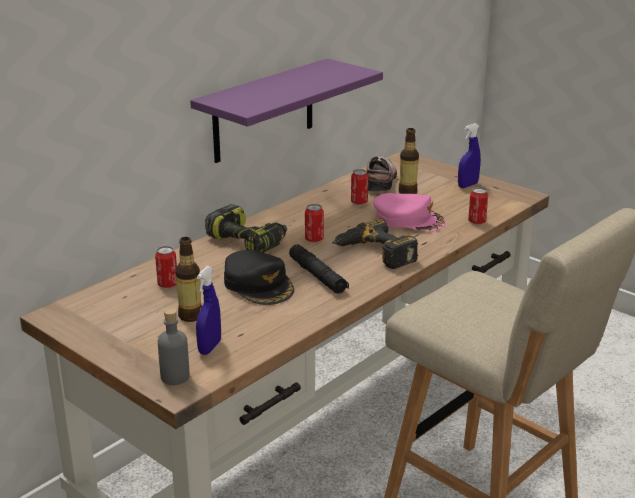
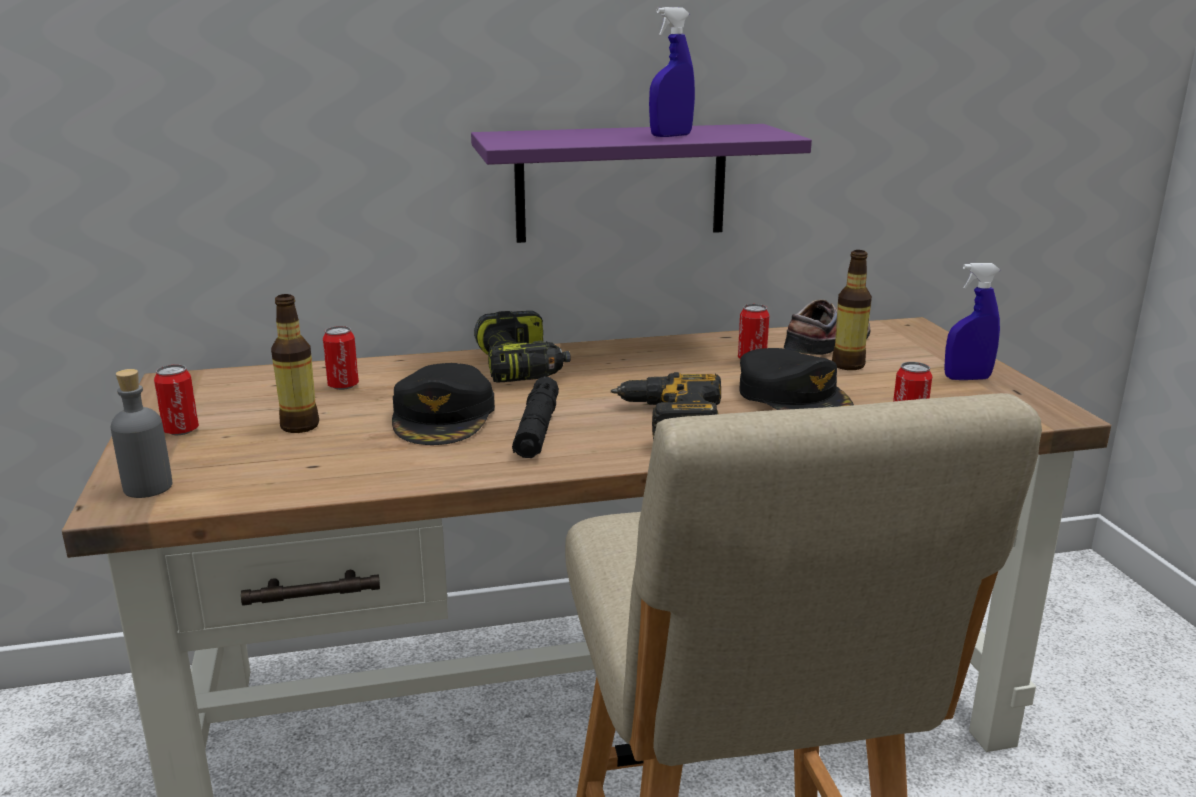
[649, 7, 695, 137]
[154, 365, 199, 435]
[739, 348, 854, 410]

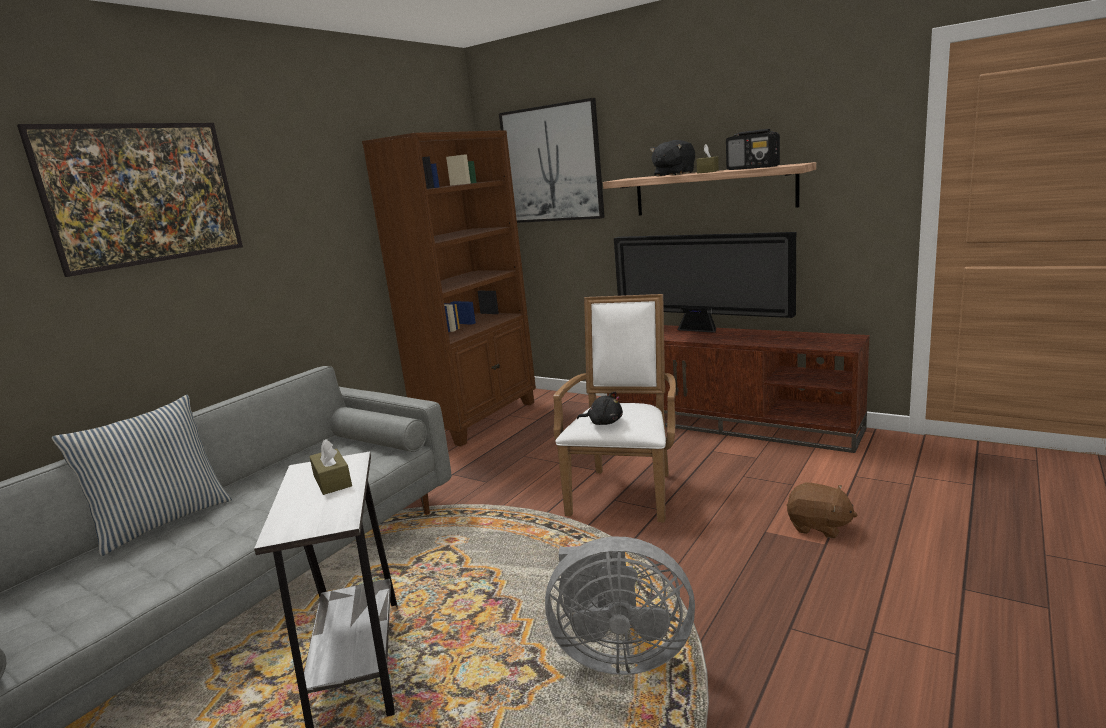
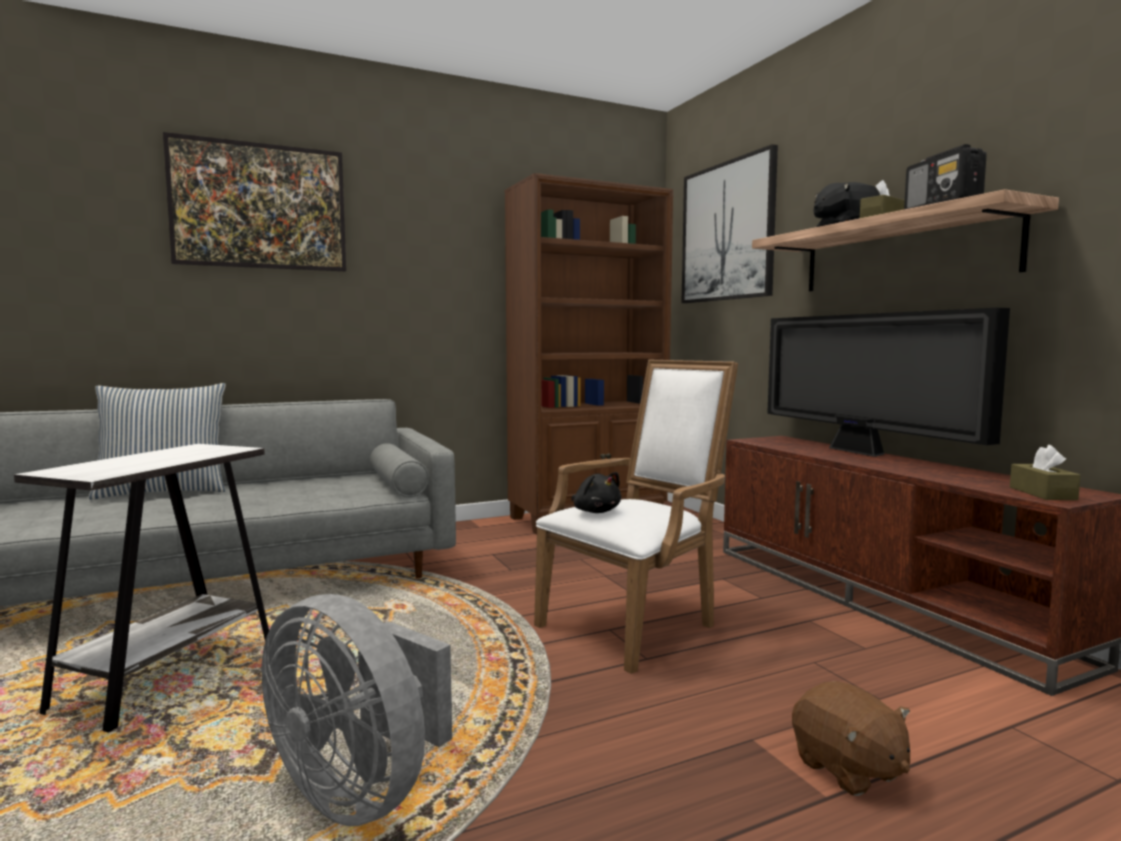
[1010, 445, 1081, 500]

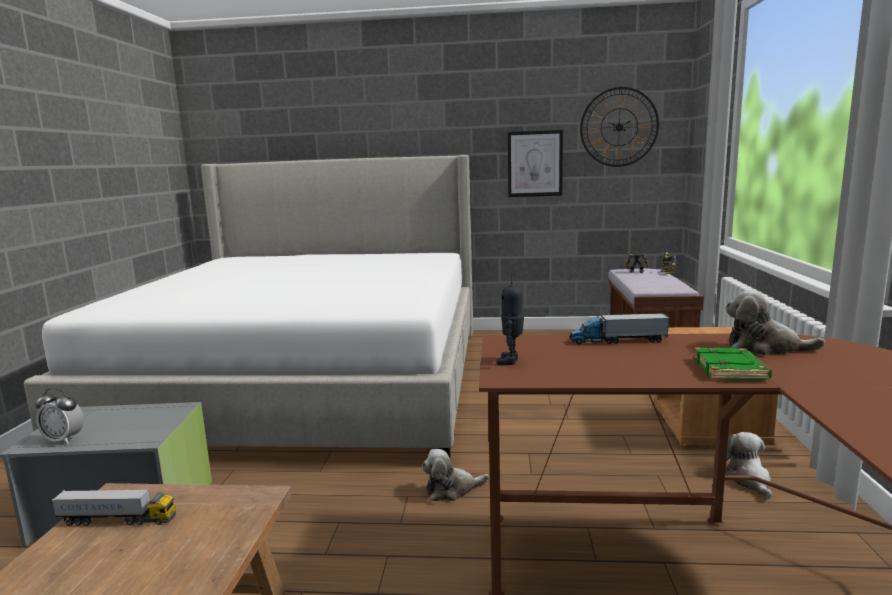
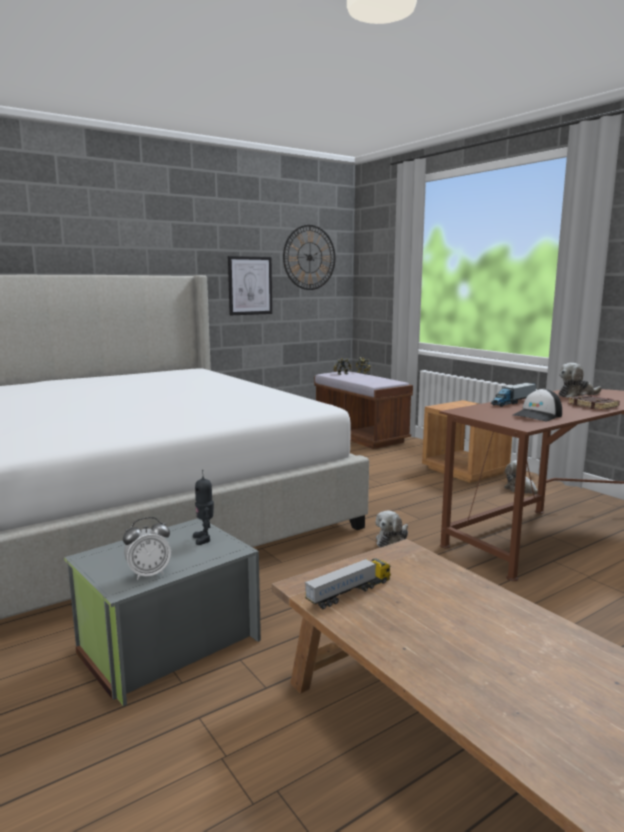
[513, 389, 562, 421]
[193, 470, 214, 545]
[568, 395, 620, 410]

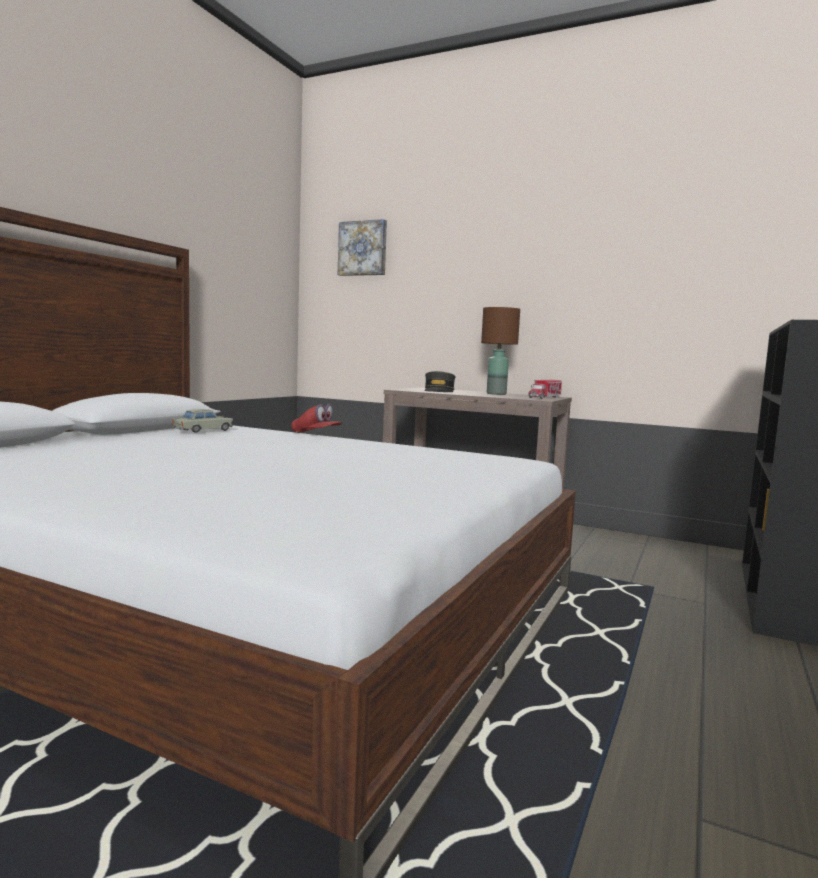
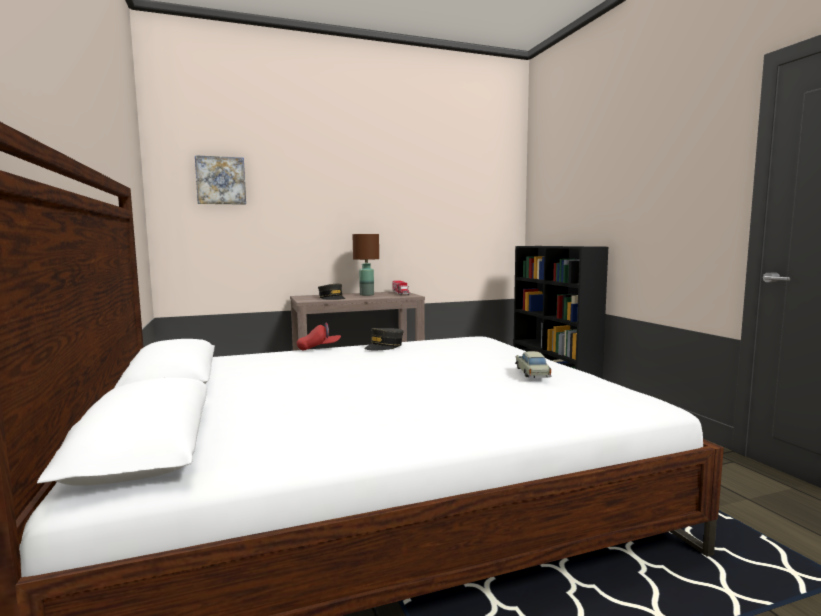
[364, 328, 404, 350]
[515, 351, 551, 378]

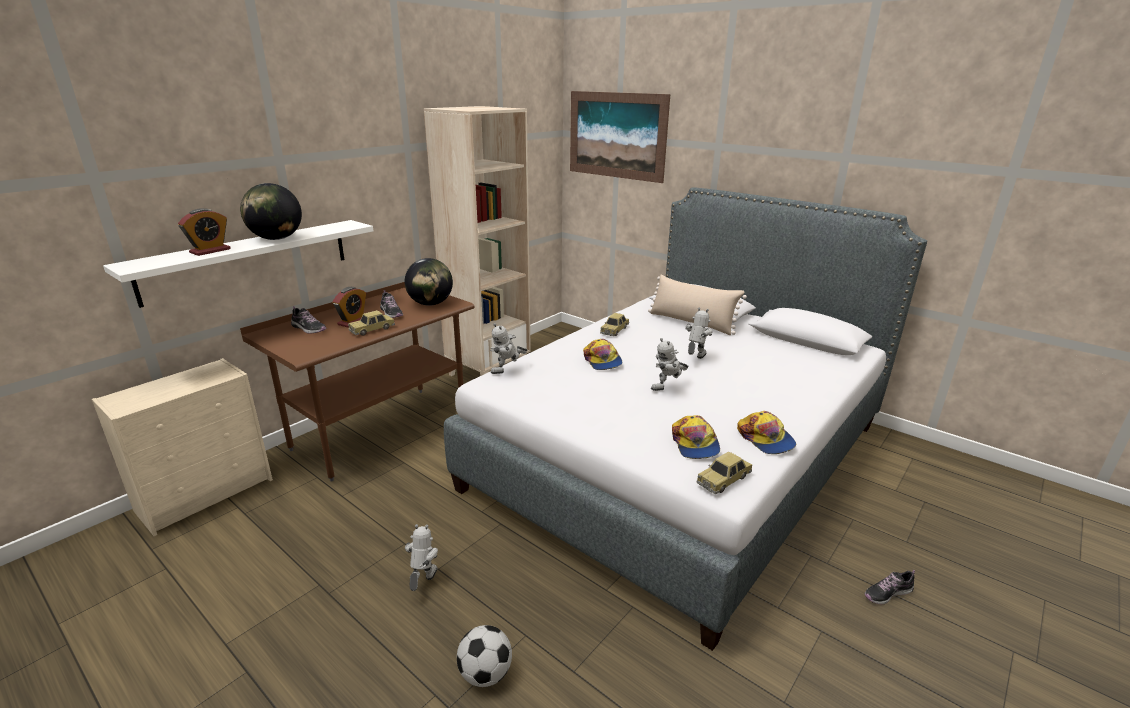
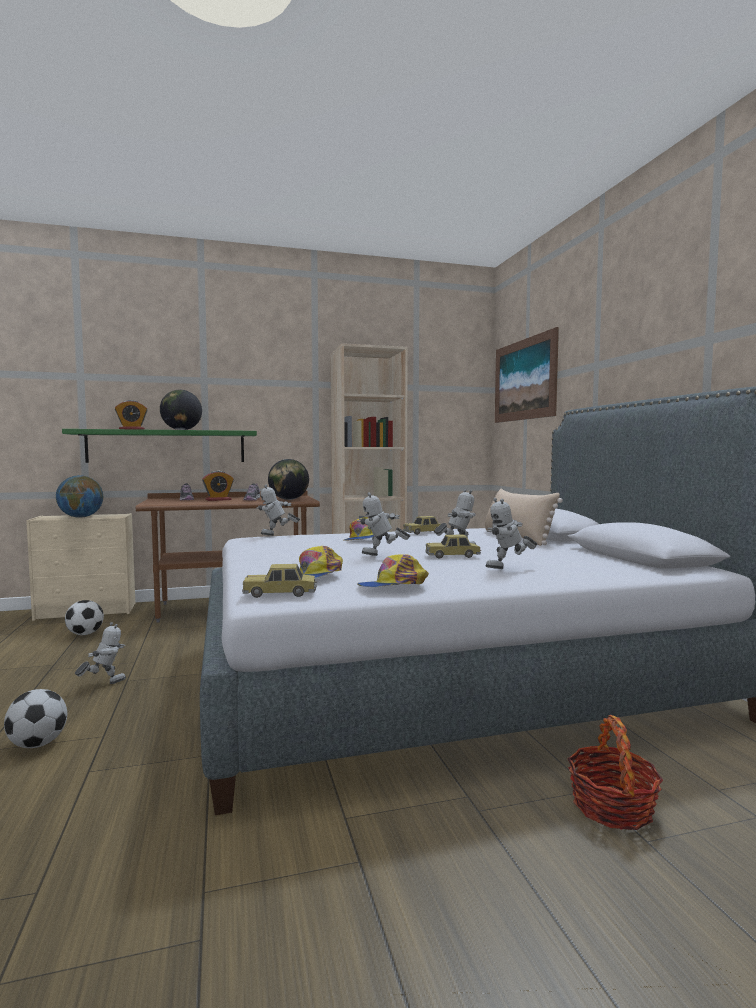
[865, 570, 915, 604] (first image)
[56, 475, 103, 518]
[65, 600, 104, 635]
[486, 498, 537, 569]
[568, 715, 663, 830]
[425, 535, 481, 558]
[62, 429, 257, 463]
[357, 554, 429, 587]

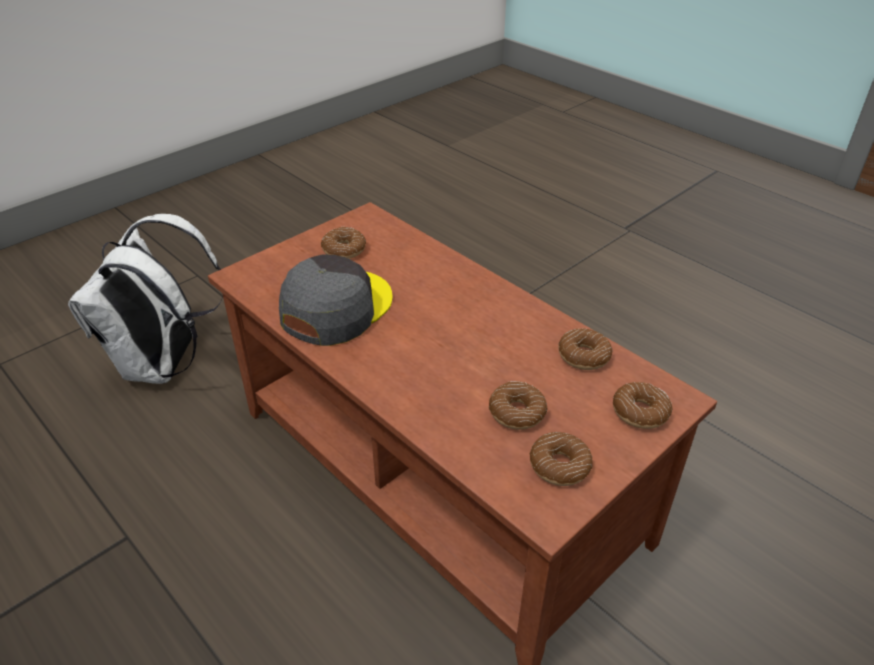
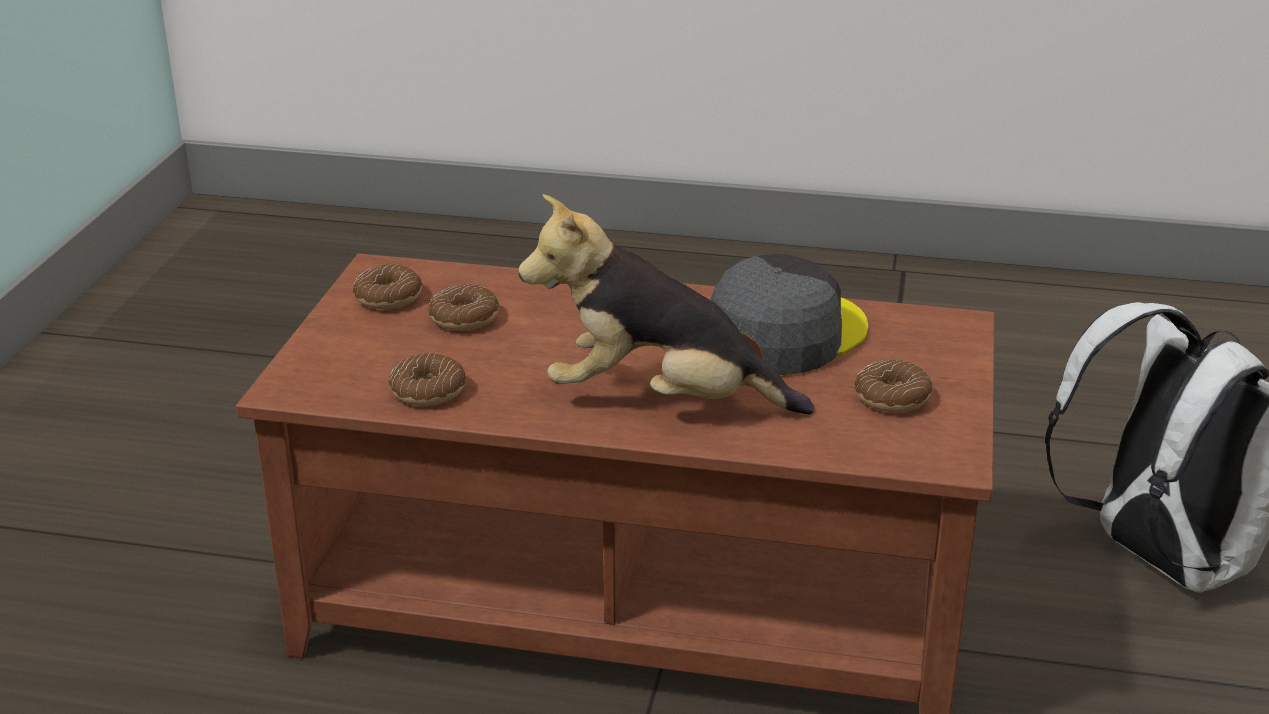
[613, 382, 672, 429] (first image)
[518, 194, 814, 414]
[710, 254, 868, 375]

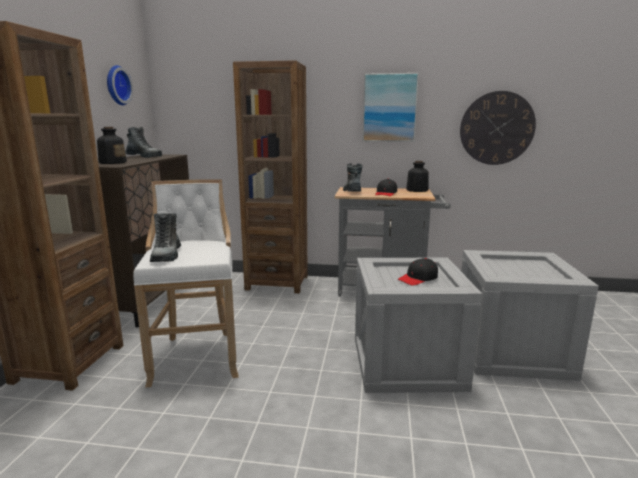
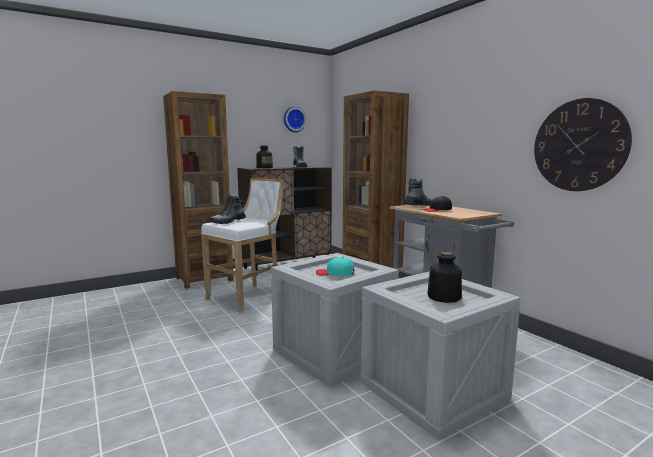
[363, 73, 419, 142] (first image)
[427, 252, 462, 303]
[316, 257, 354, 276]

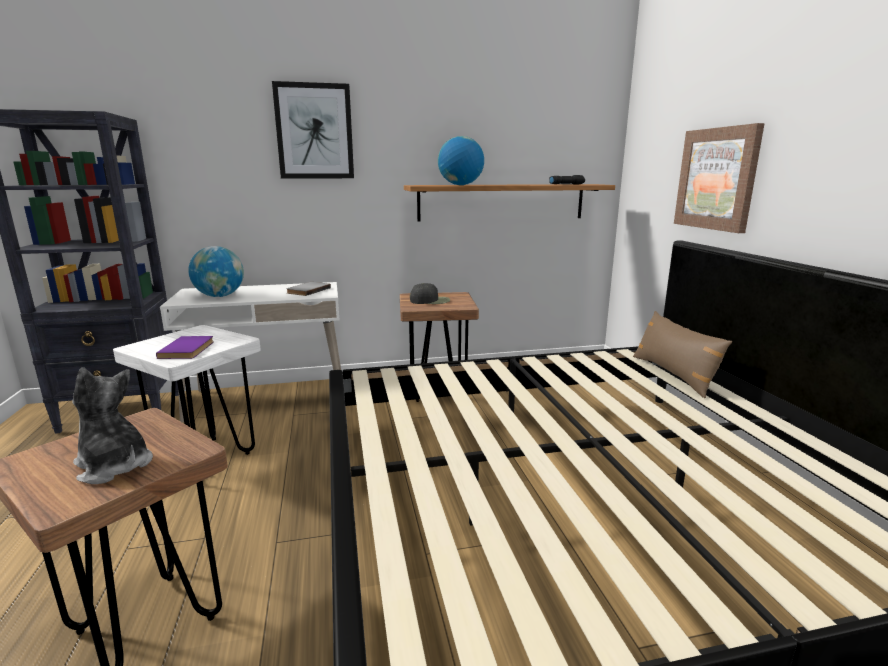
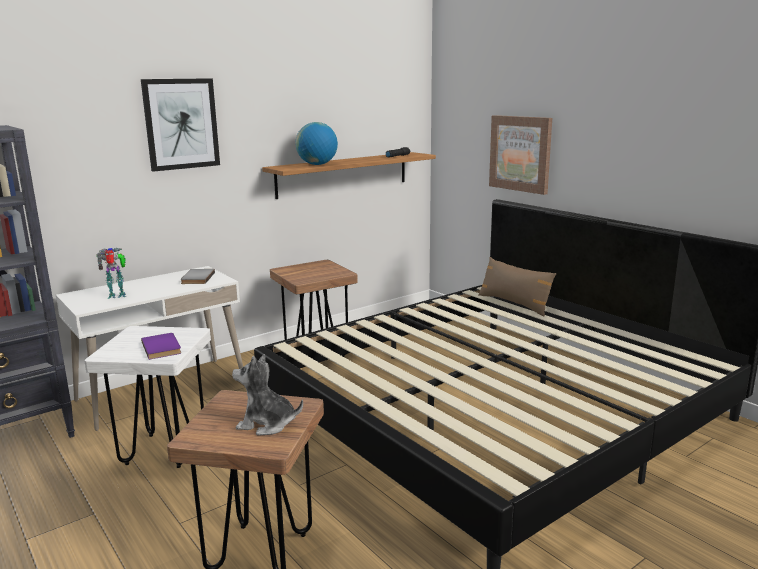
[410, 283, 450, 304] (first image)
[96, 248, 126, 299]

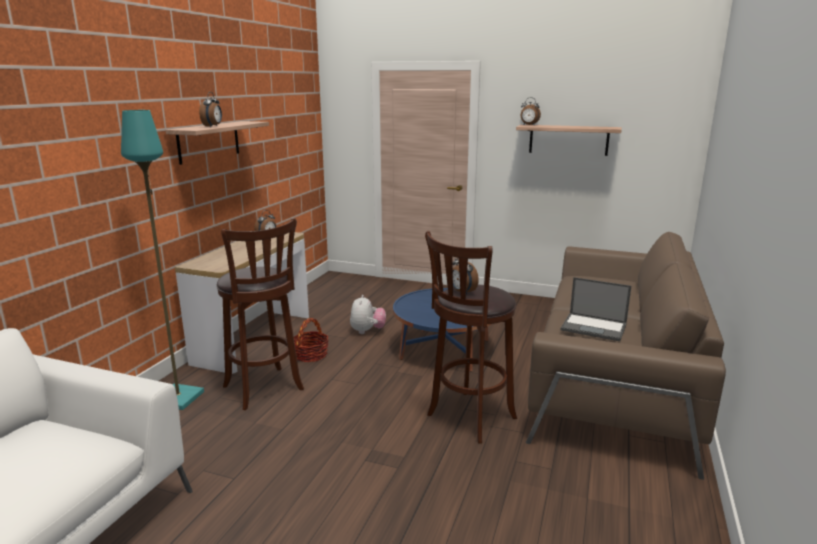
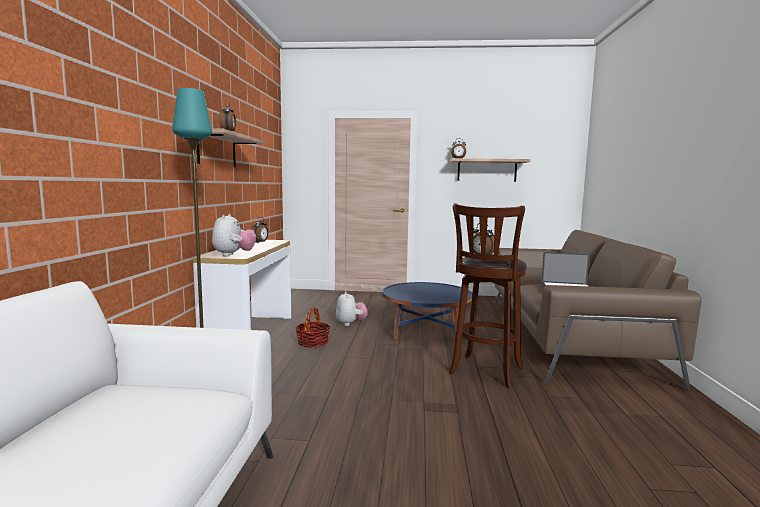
[216, 218, 304, 410] (first image)
[212, 214, 256, 256]

